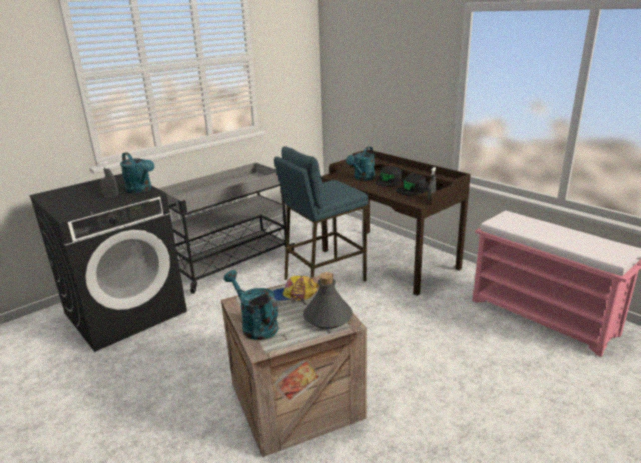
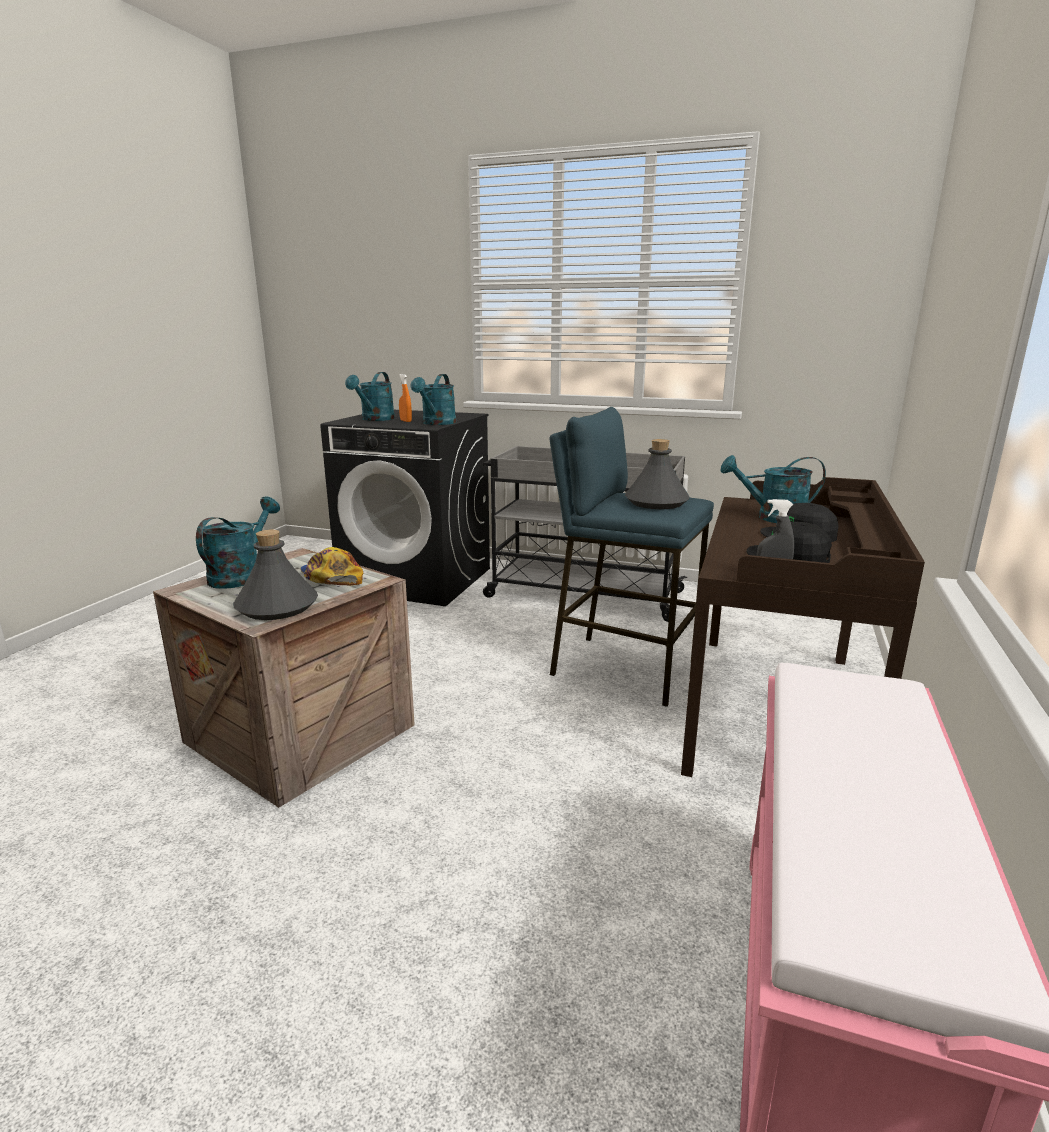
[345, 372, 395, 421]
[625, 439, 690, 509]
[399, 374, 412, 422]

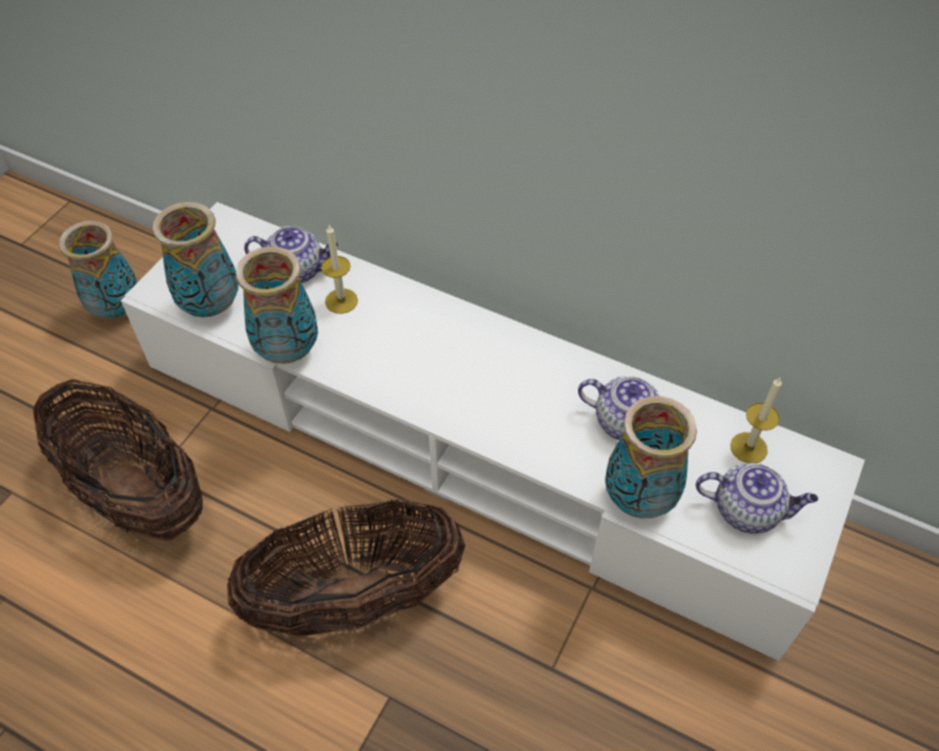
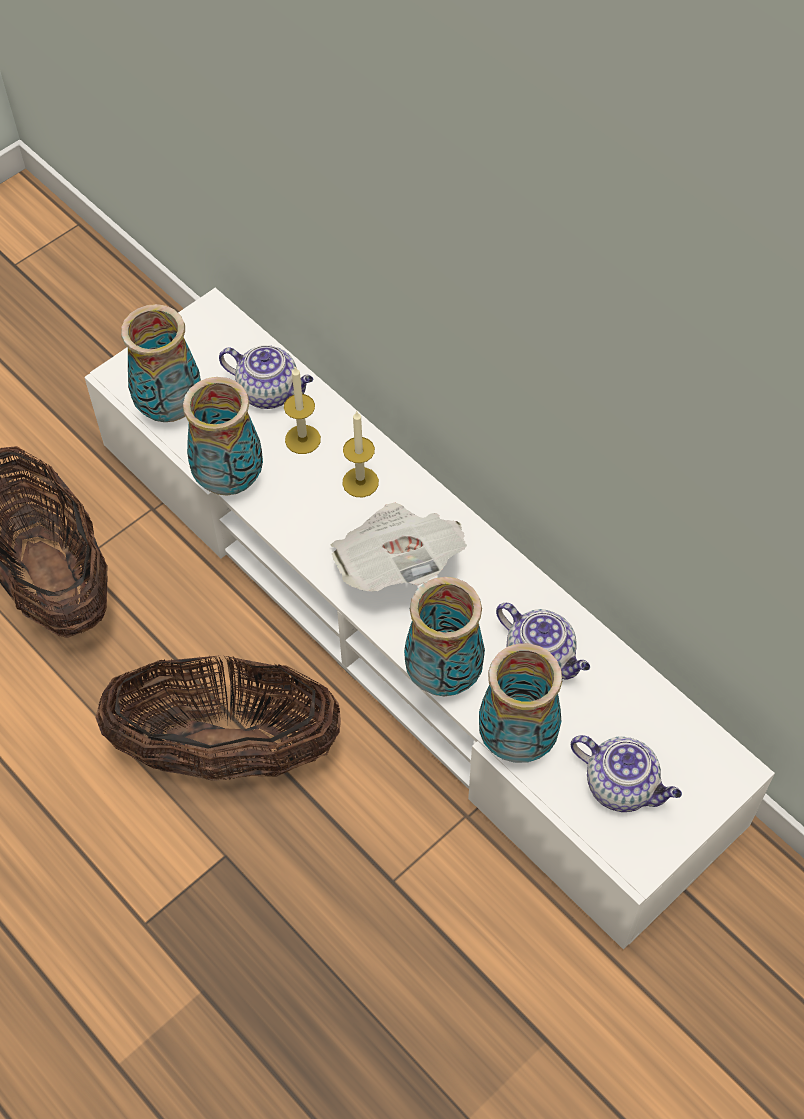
[330, 503, 467, 592]
[404, 577, 485, 696]
[342, 411, 379, 497]

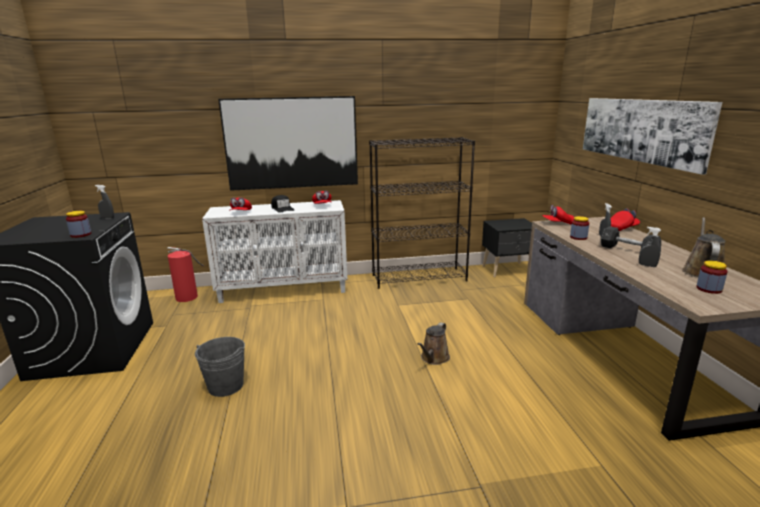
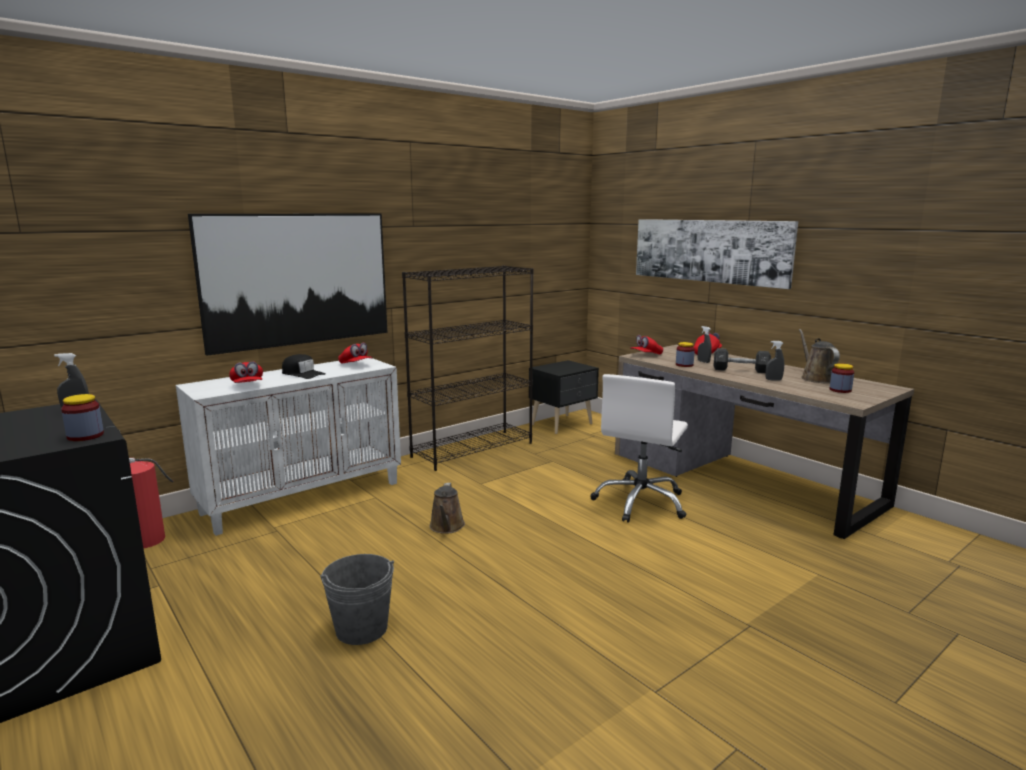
[590, 374, 688, 523]
[429, 483, 465, 534]

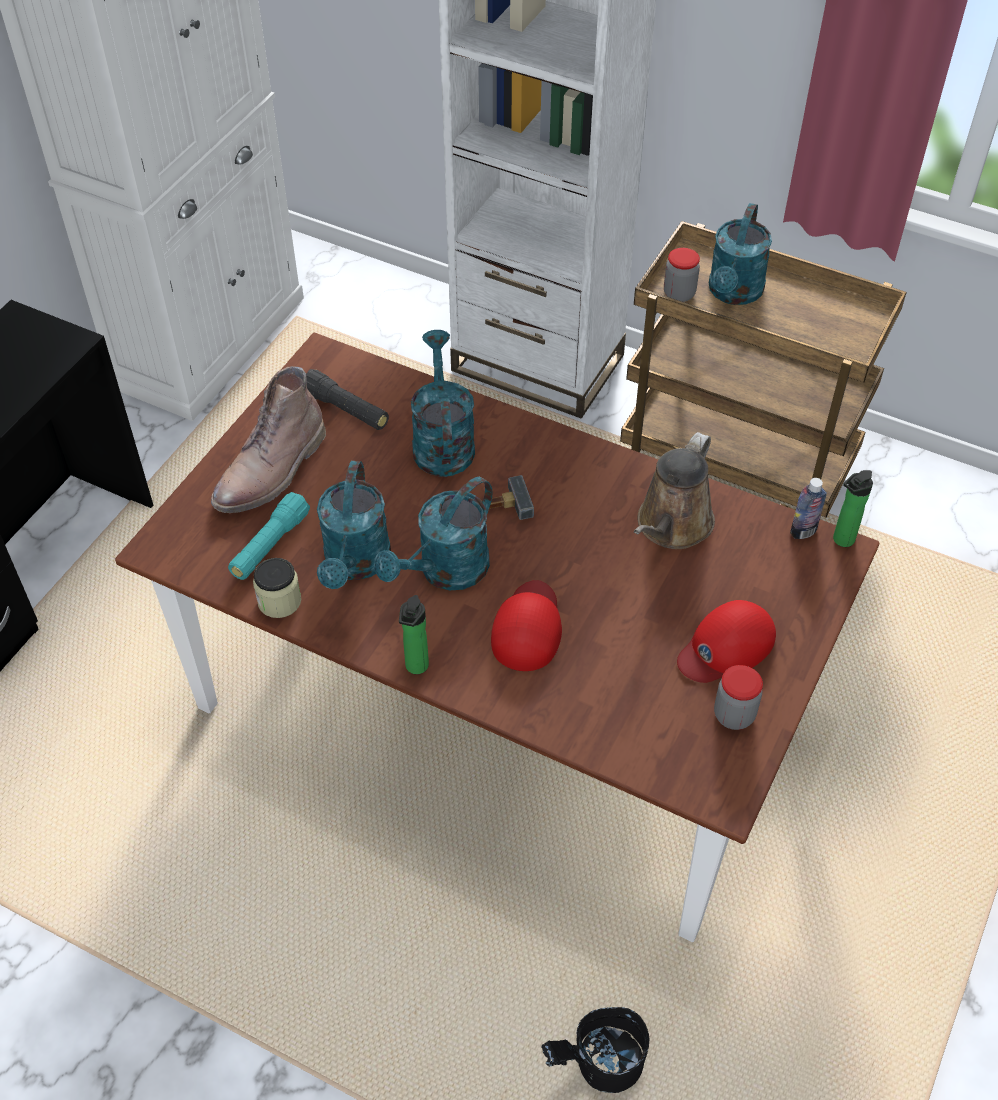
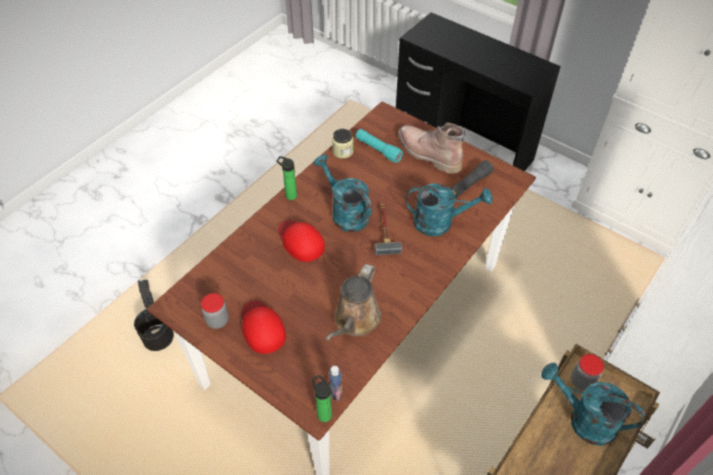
[317, 461, 391, 589] (first image)
[278, 220, 325, 262]
[325, 264, 381, 340]

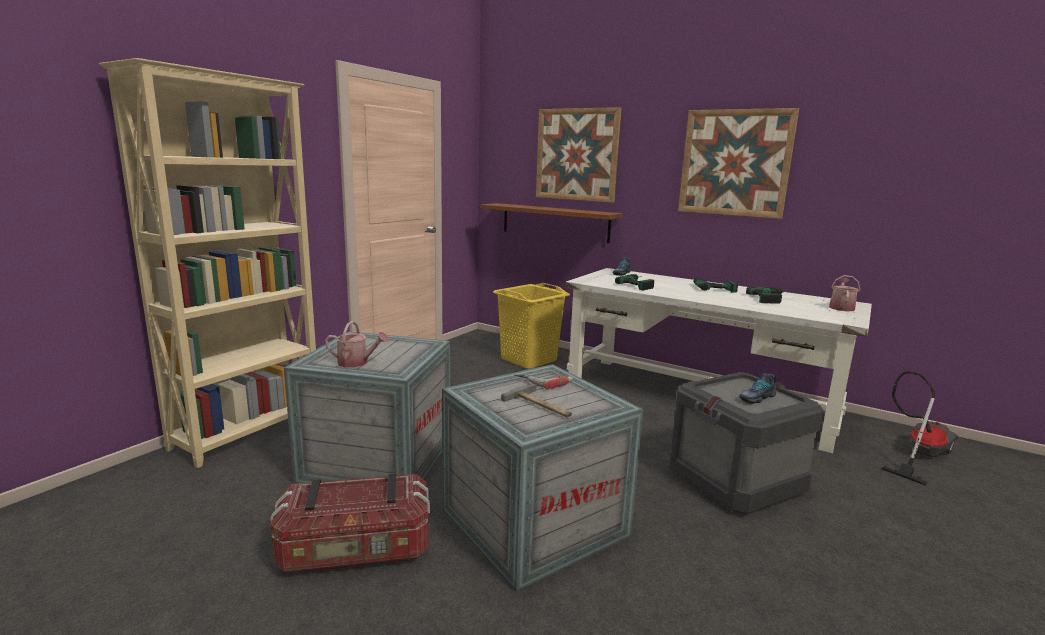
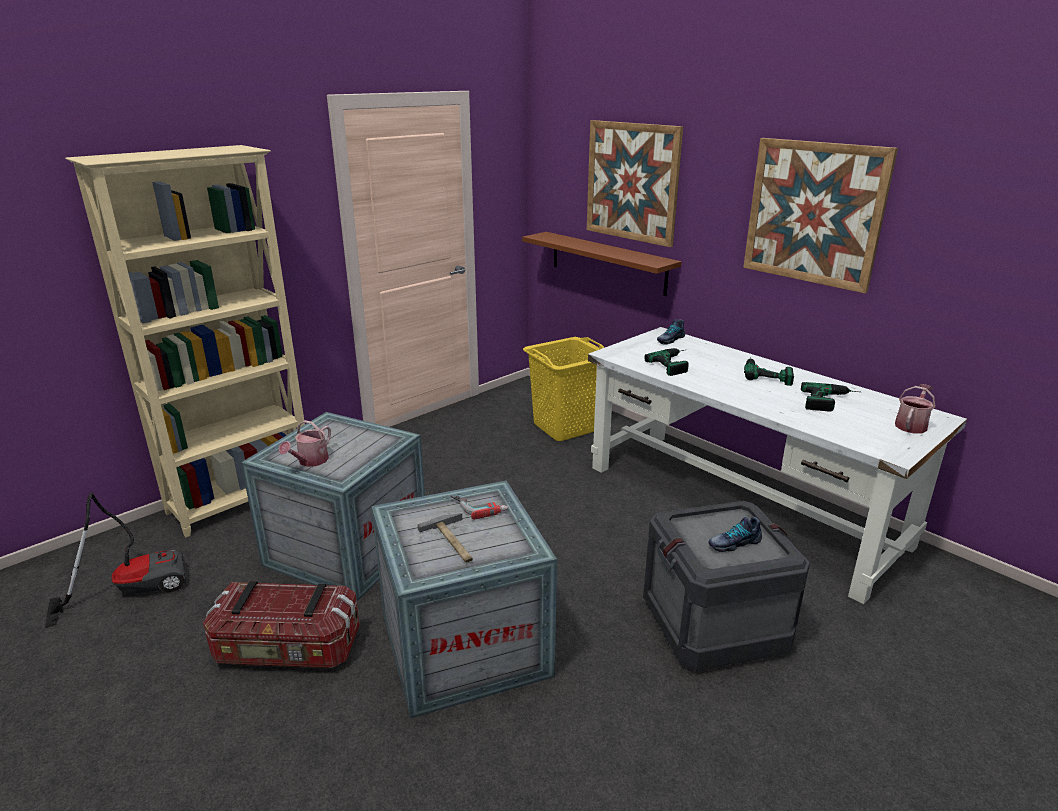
[45, 492, 186, 628]
[279, 420, 331, 467]

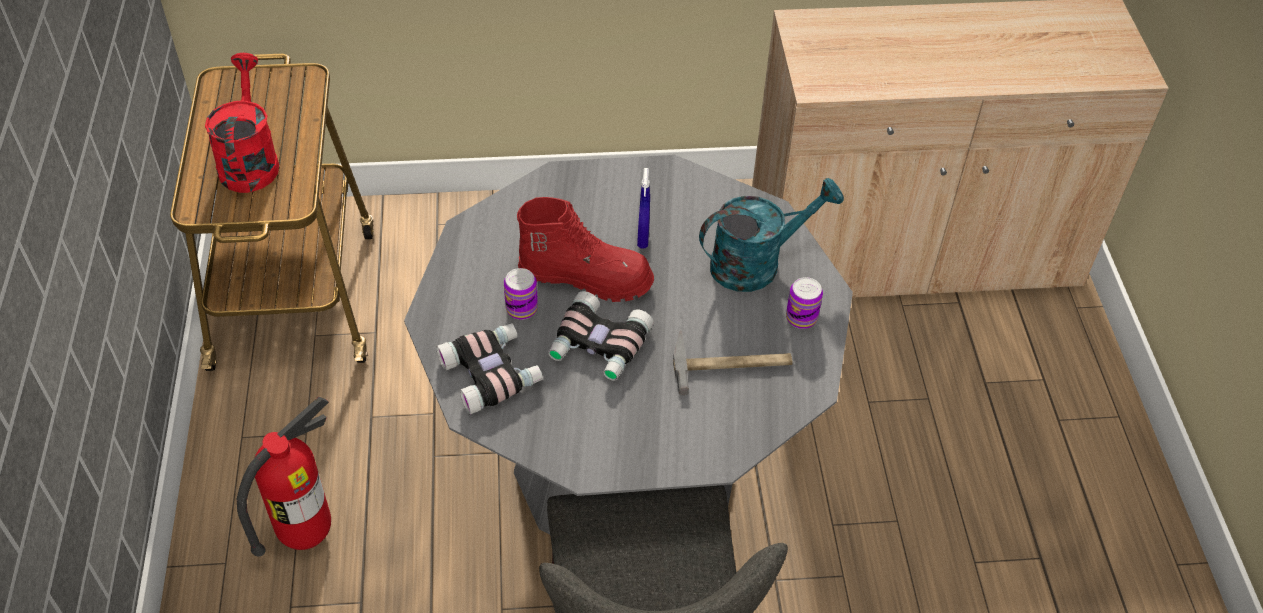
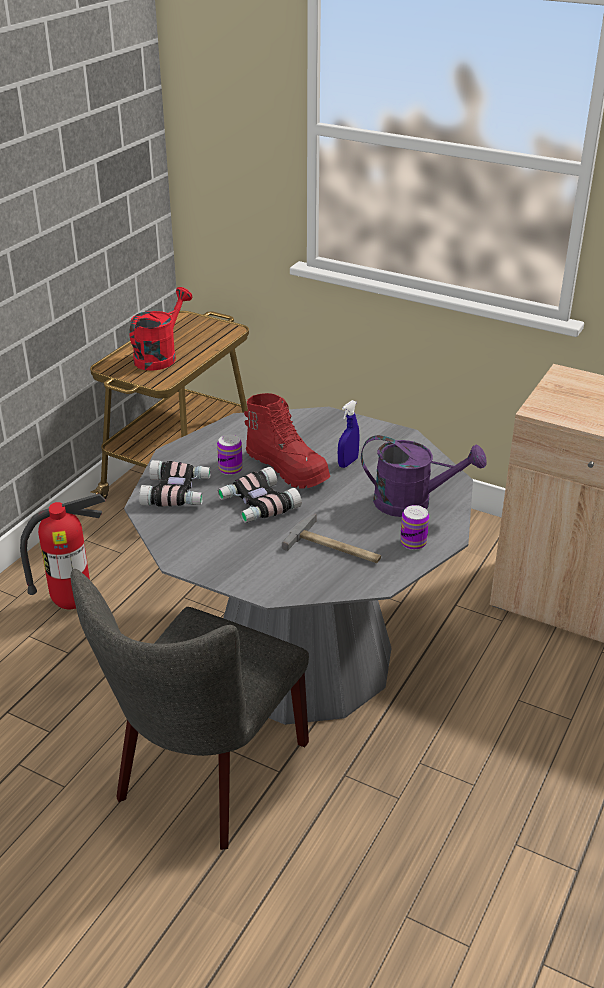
[361, 435, 487, 517]

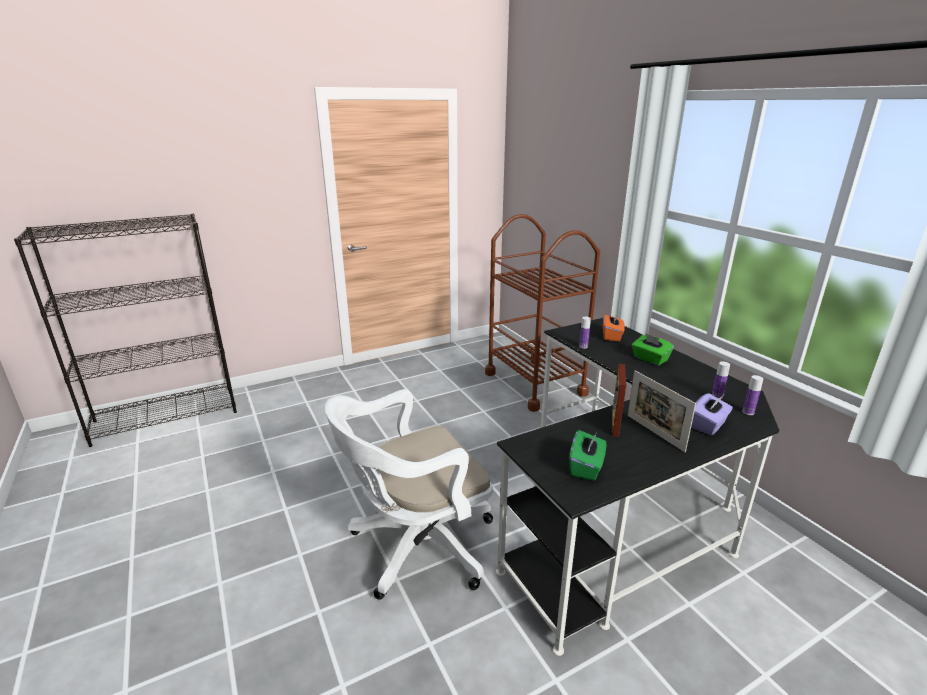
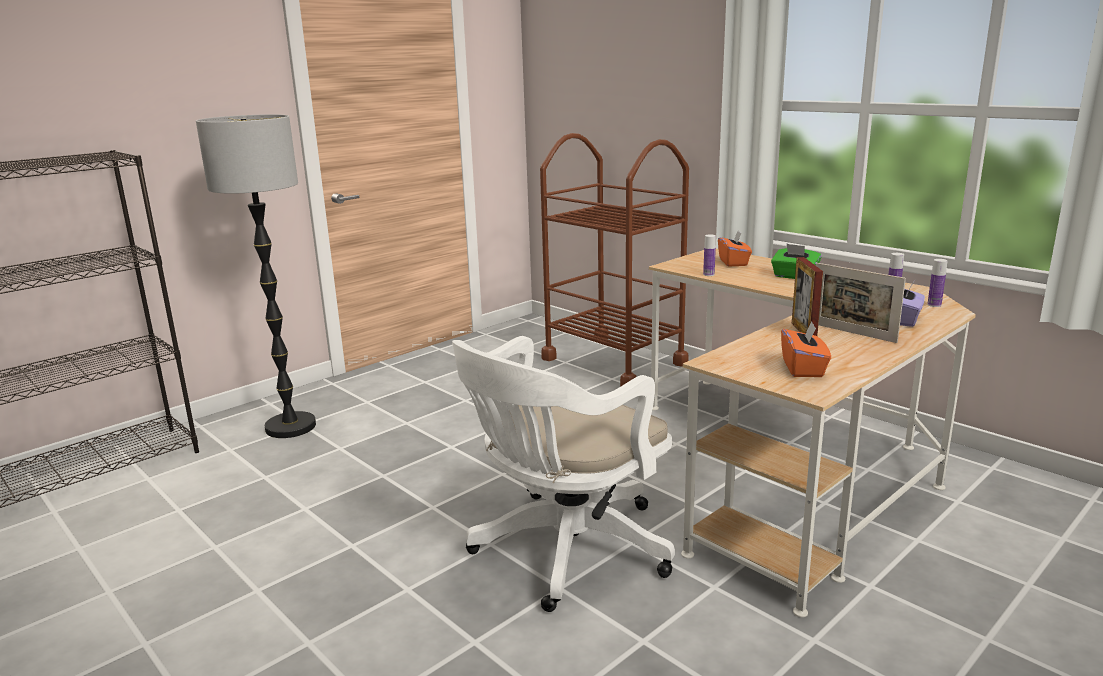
[196, 114, 316, 438]
[649, 248, 976, 617]
[781, 321, 831, 377]

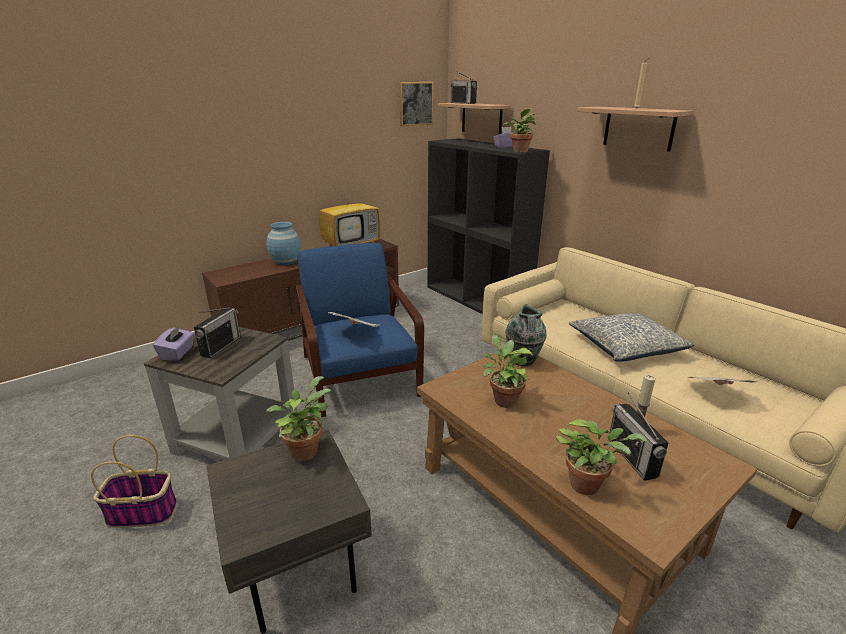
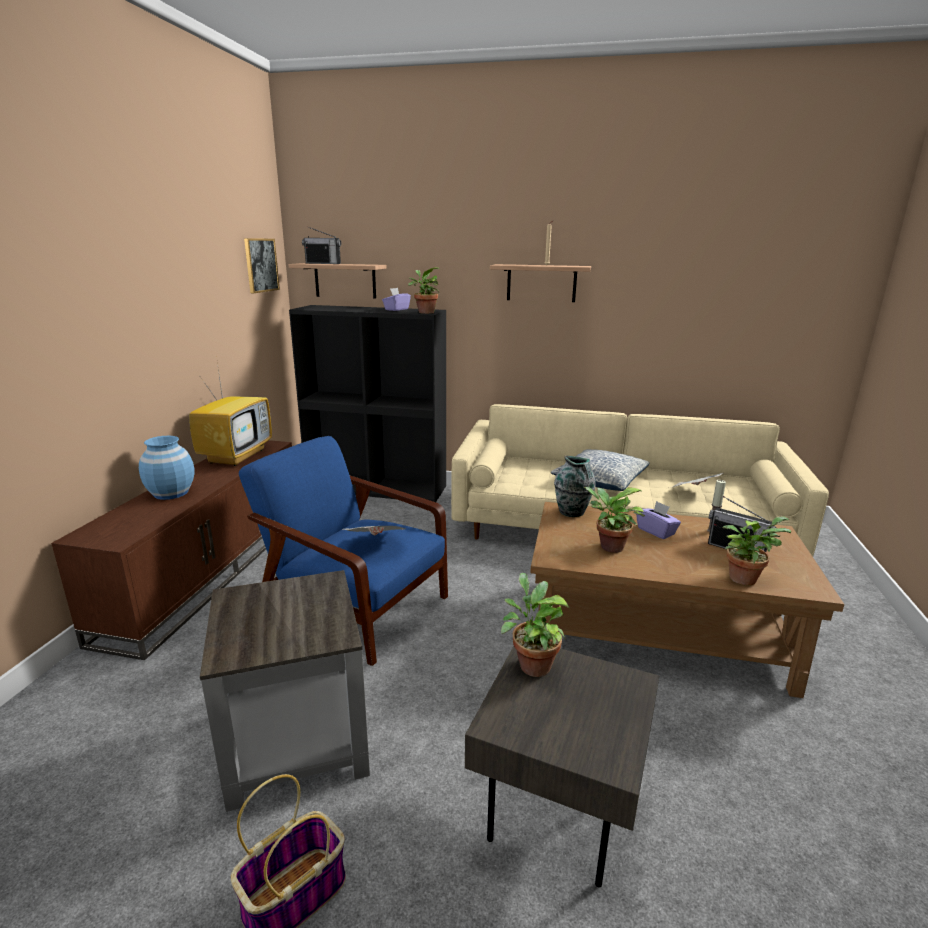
[194, 307, 241, 358] (first image)
[636, 501, 681, 539]

